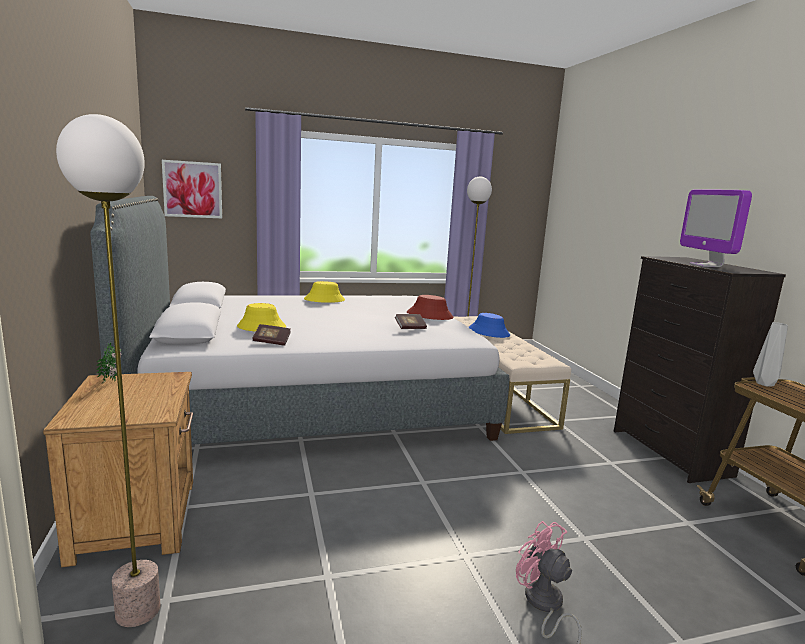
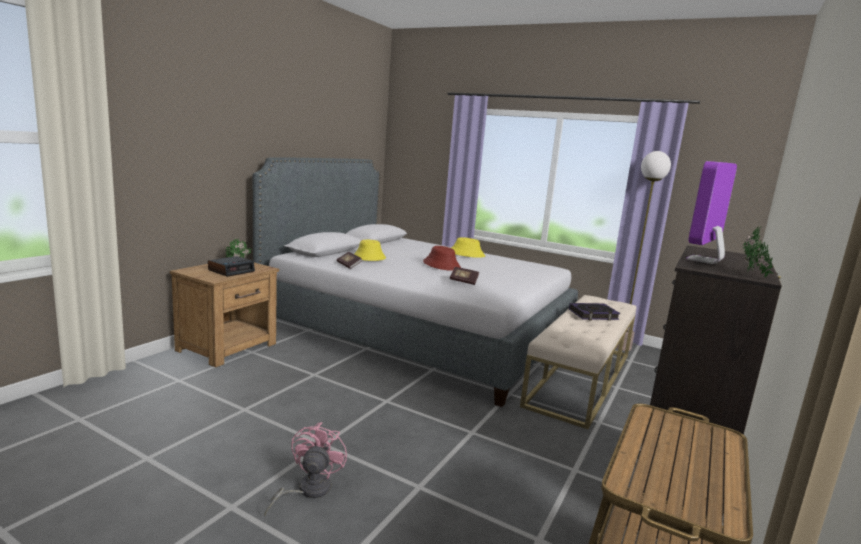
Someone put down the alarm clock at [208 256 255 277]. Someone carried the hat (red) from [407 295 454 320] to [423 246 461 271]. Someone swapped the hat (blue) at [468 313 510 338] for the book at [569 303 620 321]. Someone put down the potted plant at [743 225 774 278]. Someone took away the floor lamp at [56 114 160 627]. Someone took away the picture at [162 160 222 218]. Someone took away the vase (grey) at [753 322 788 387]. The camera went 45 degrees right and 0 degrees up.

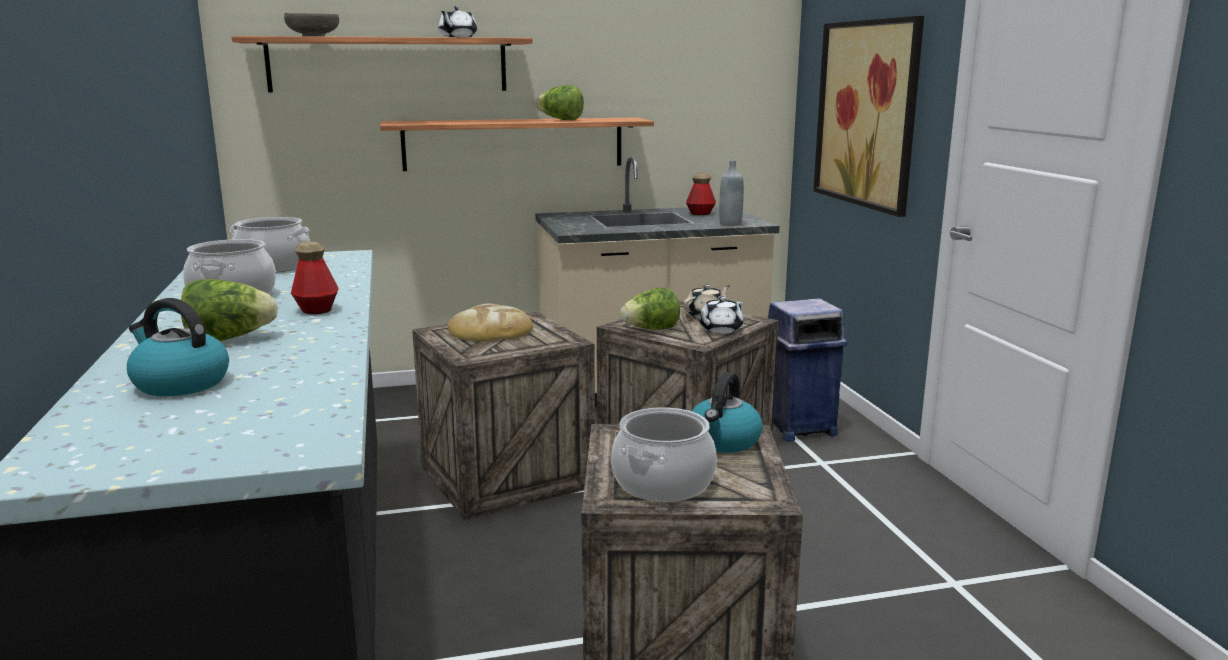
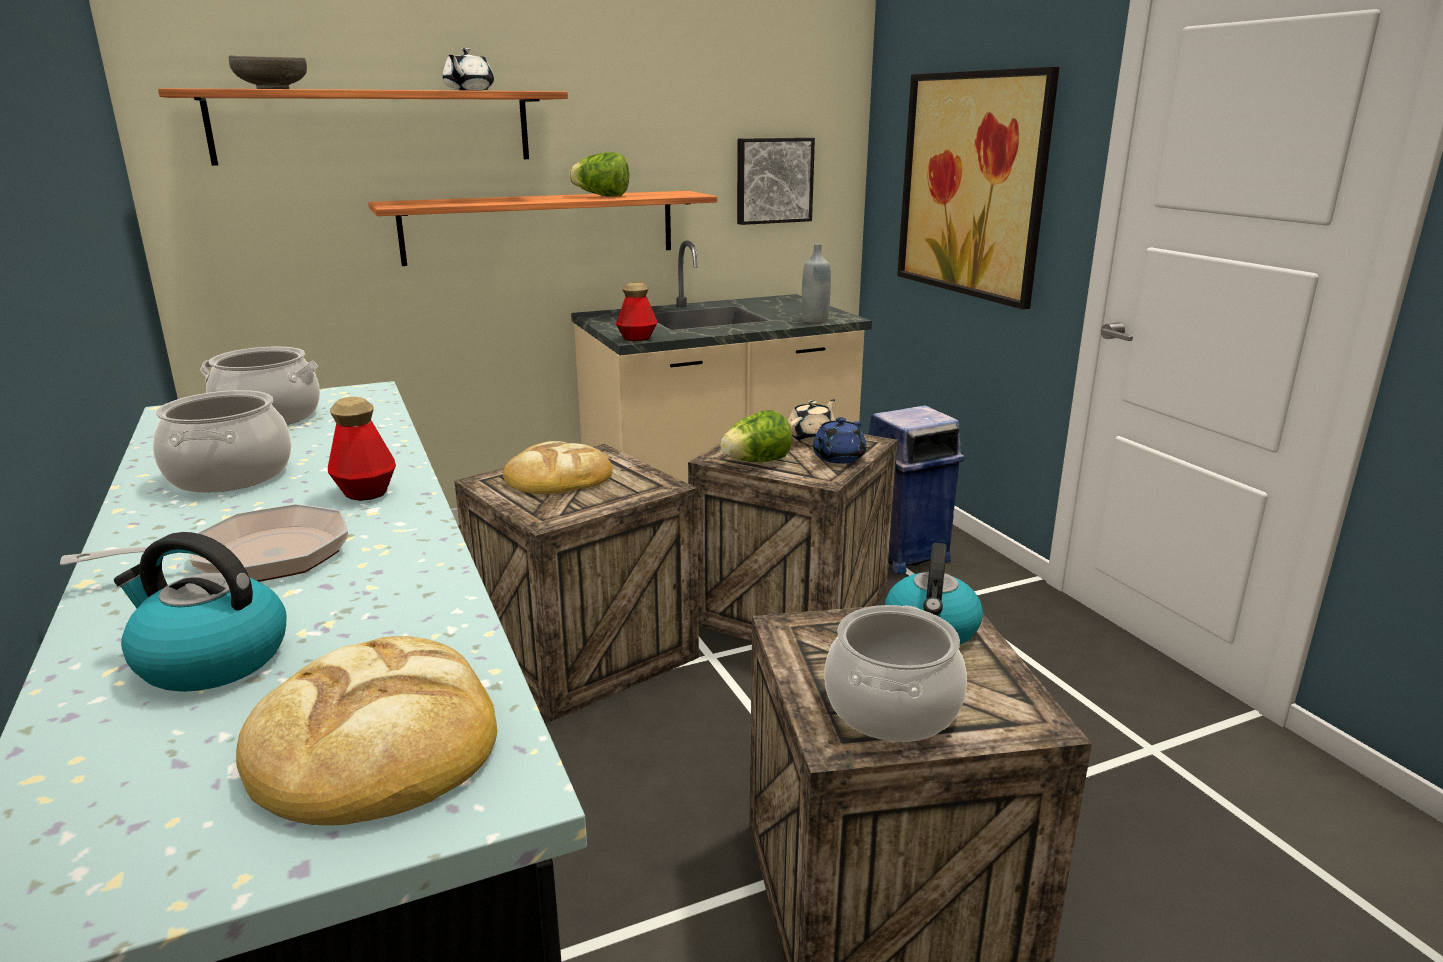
Someone swapped the lettuce at [181 279 278 341] for the frying pan at [60 504 348 582]. Someone put down the bread at [236 636 497 826]. Someone carried the bottle from [686 174 716 215] to [616 283 657 341]. Someone put up the picture at [737 138 815 225]. Someone repainted the teapot (white) at [696 296 743 334], which became the teapot (blue) at [813 417 867 464]. The camera went 10 degrees left and 5 degrees up.

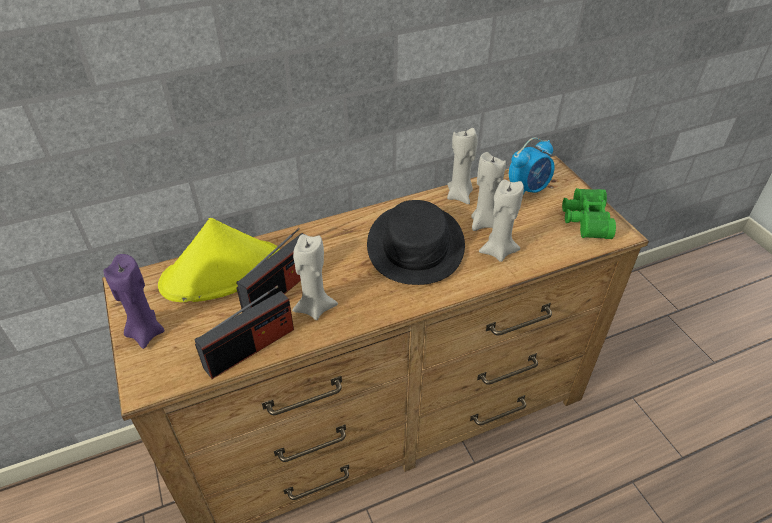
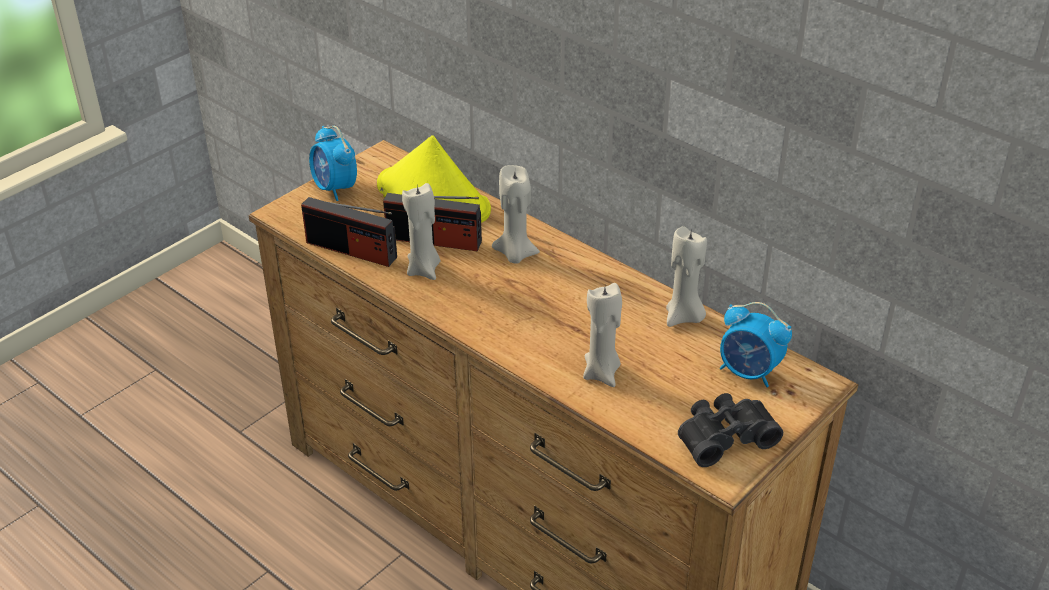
Someone swapped the candle (purple) at [104 254 165 349] for the alarm clock at [309 126 357 201]. Someone carried the candle (beige) from [471 152 506 231] to [492 165 540 264]. Someone repainted the binoculars (green) at [562 188 616 239], which became the binoculars (black) at [678 393 783 467]. Someone took away the hat (black) at [367 200 465 285]. The camera went 65 degrees right and 5 degrees down.

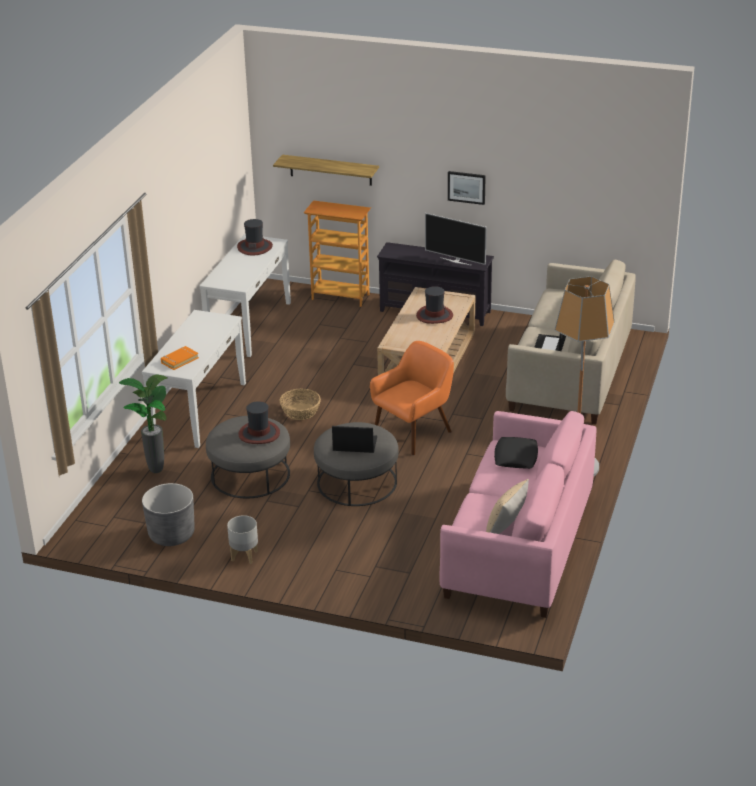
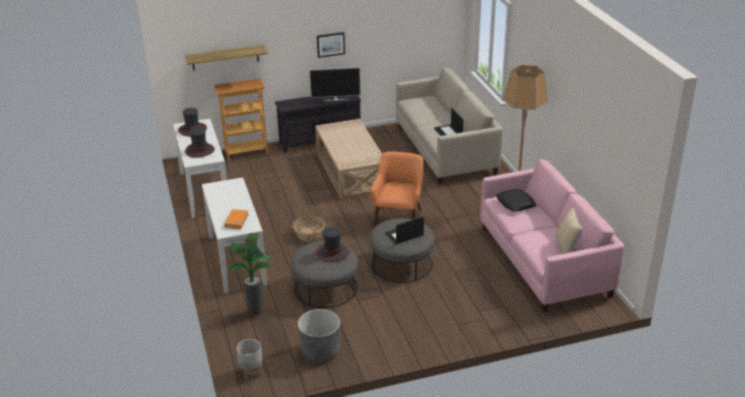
Someone carried the hat from [416 286 453 324] to [185 128 215 158]. Someone carried the planter (grey) from [227 515 258 564] to [237 339 263 380]. The camera went 35 degrees left and 0 degrees up.

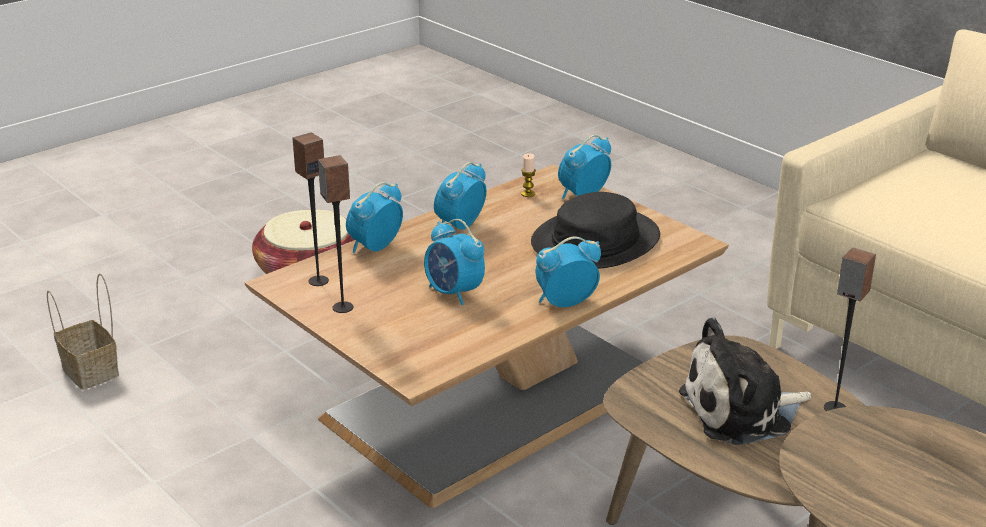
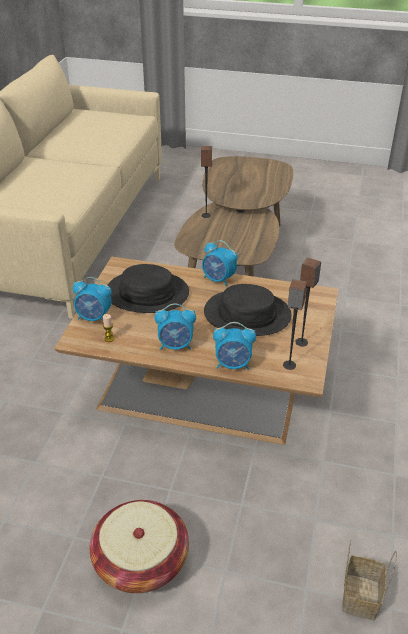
Someone swapped the alarm clock at [424 219 485 305] for the hat (black) at [204 284 291 336]. Someone took away the plush toy at [679 317 811 445]. The camera went 125 degrees left and 10 degrees up.

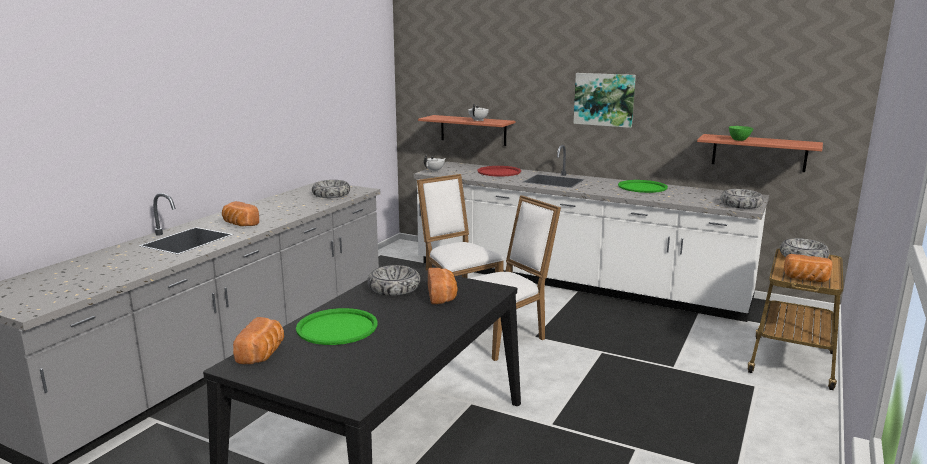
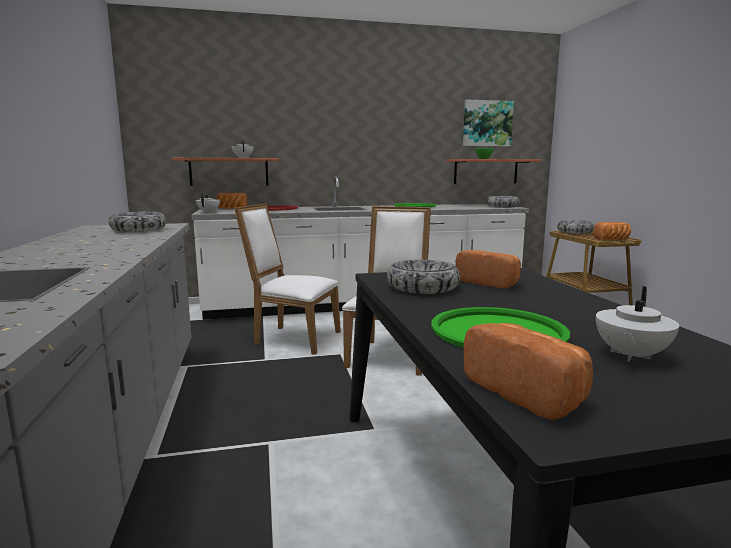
Someone carried the bread from [222 201 259 226] to [216 193 247 208]. Someone carried the picture from [573 73 636 128] to [463 99 514 146]. Someone put down the teapot (white) at [596 286 679 362]. The camera went 40 degrees left and 5 degrees down.

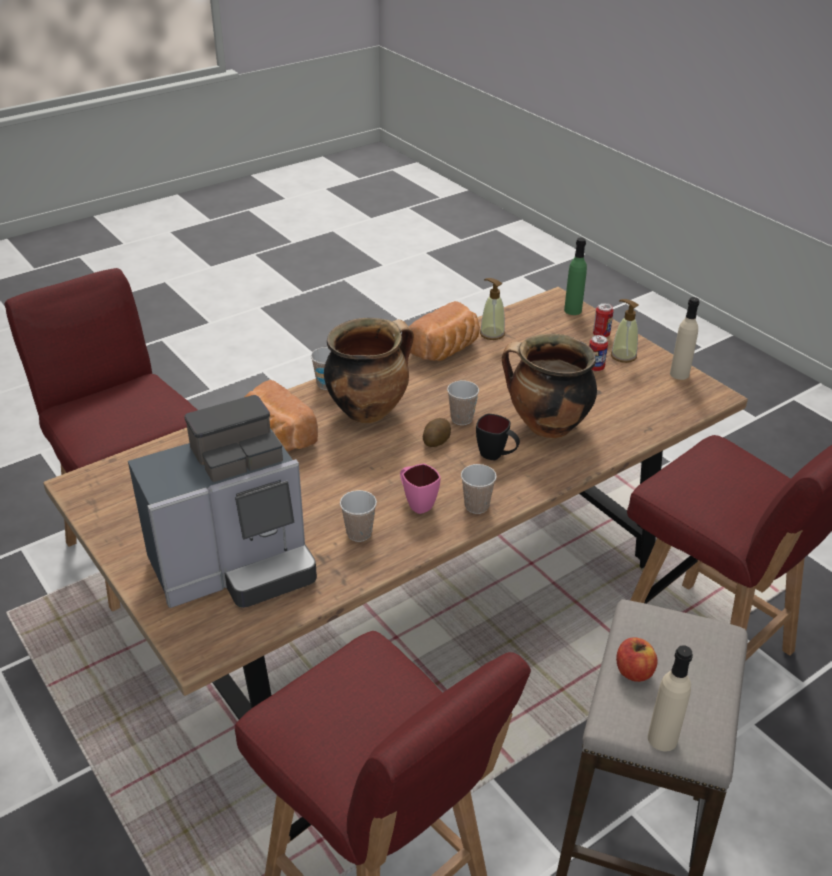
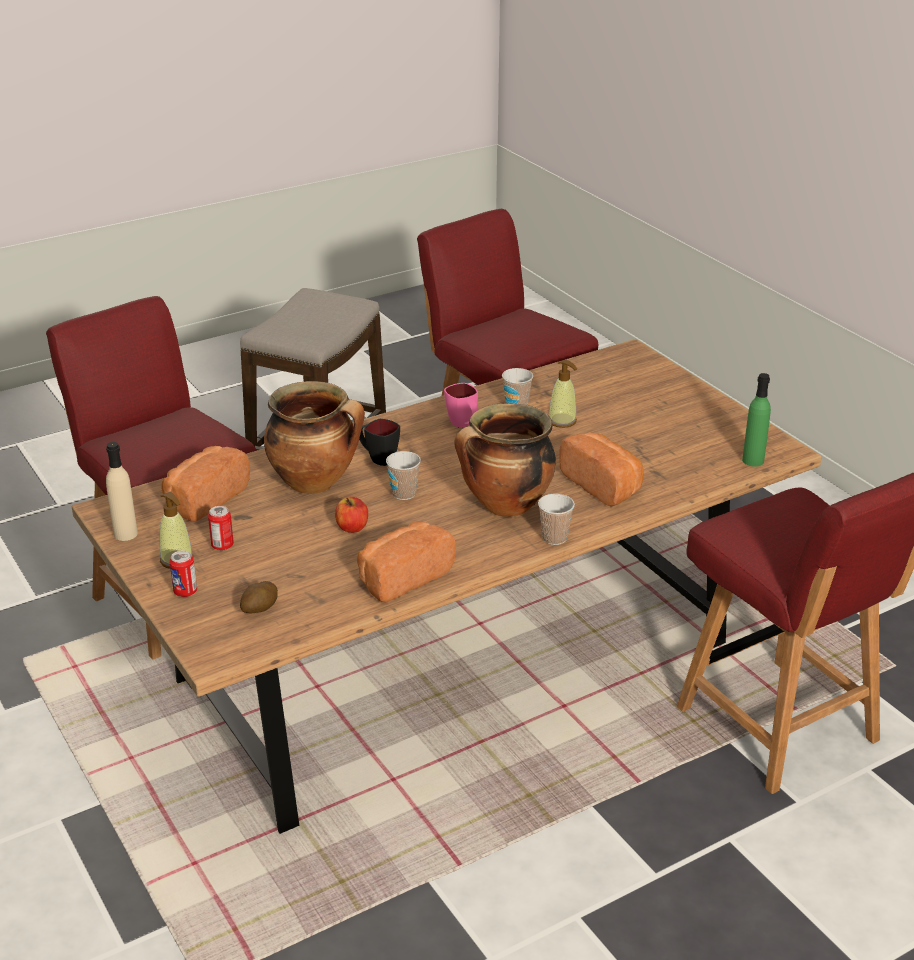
Someone put down the bread at [161 446 250 522]. Someone carried the potato from [423 418 451 447] to [240 581 278 613]. Someone carried the apple from [616 637 657 682] to [335 497 368 533]. Someone carried the soap dispenser from [480 278 505 340] to [549 360 577 428]. Someone carried the bottle (green) from [564 238 587 315] to [742 373 771 467]. Someone took away the coffee machine at [128 395 317 608]. Someone took away the cup at [461 464 497 514]. Someone took away the bottle (beige) at [648 645 693 752]. The camera went 175 degrees left and 5 degrees down.

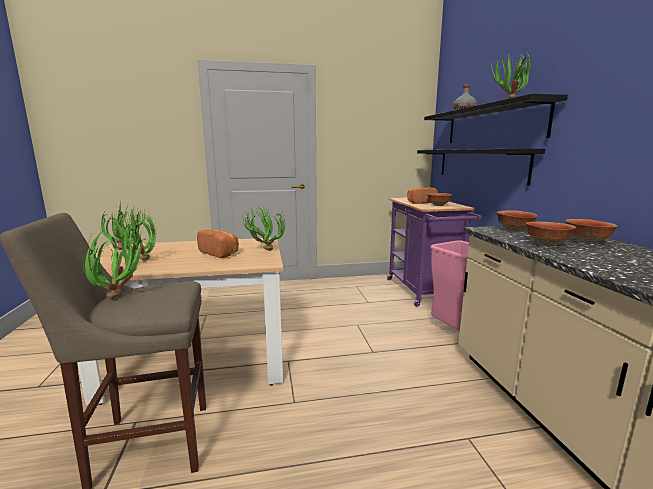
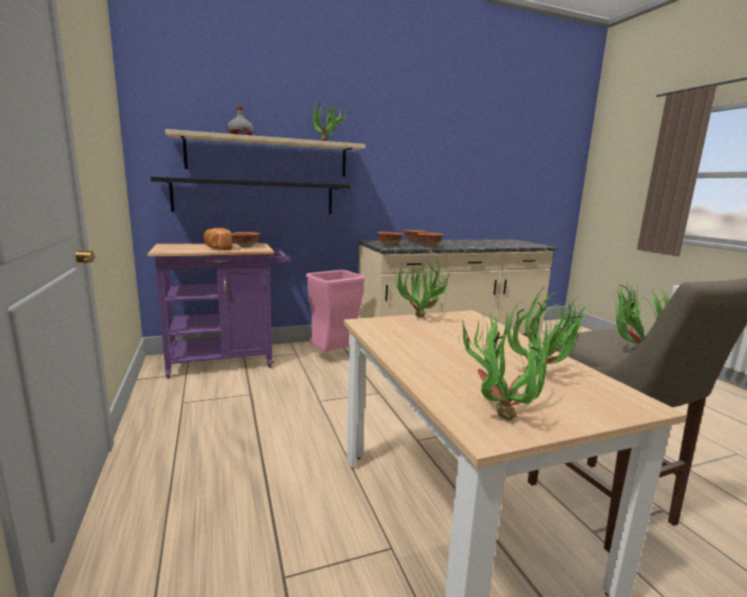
Someone repainted the shelf (black) at [424 94 568 143], which became the shelf (beige) at [165 129 365 176]. Someone took away the bread at [197 230 239 258]. The camera went 100 degrees left and 0 degrees up.

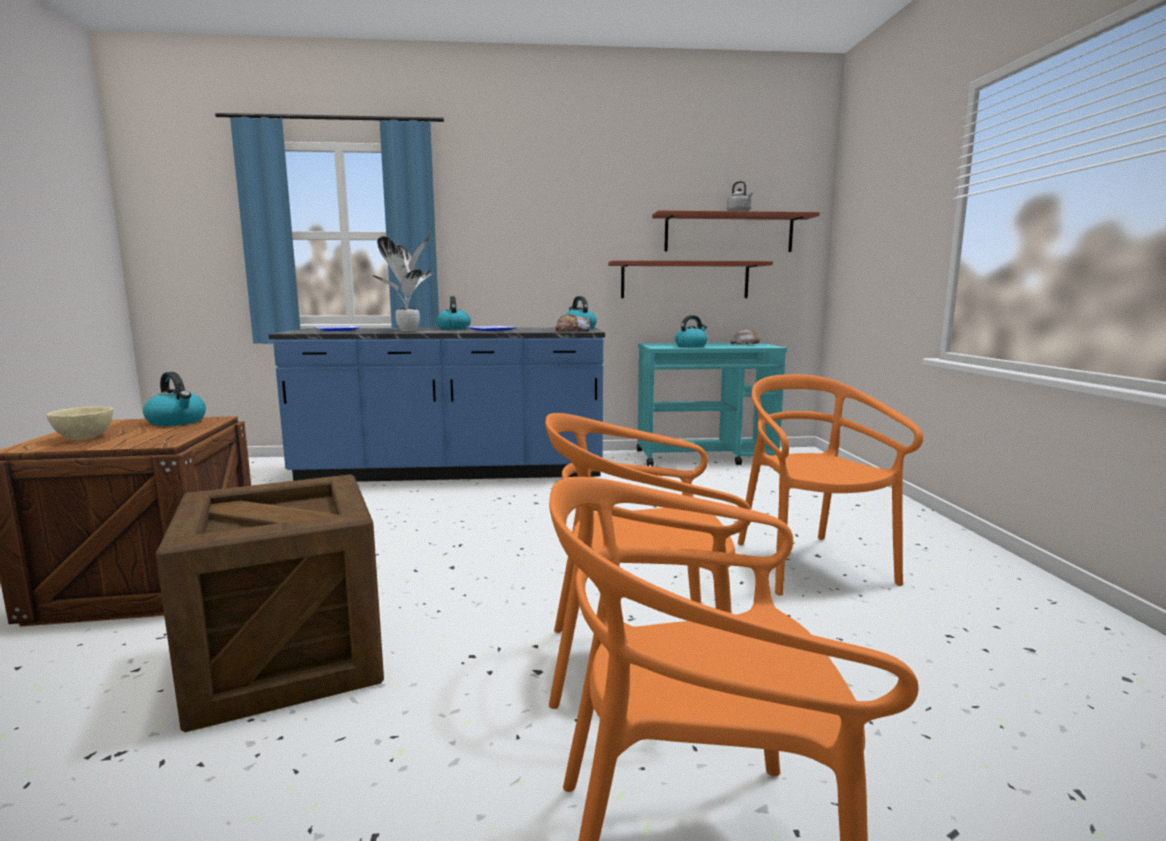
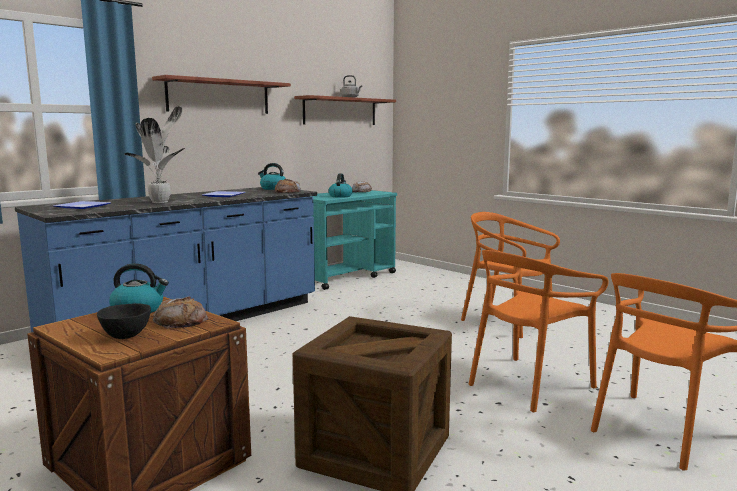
Someone repainted the bowl (beige) at [46 406 113 440], which became the bowl (black) at [97 303 151 339]. Someone carried the shelf from [608 260 773 298] to [152 75 291 114]. Someone put down the bread at [152 297 208 328]. Someone took away the kettle at [436 296 471 329]. The camera went 40 degrees left and 0 degrees up.

